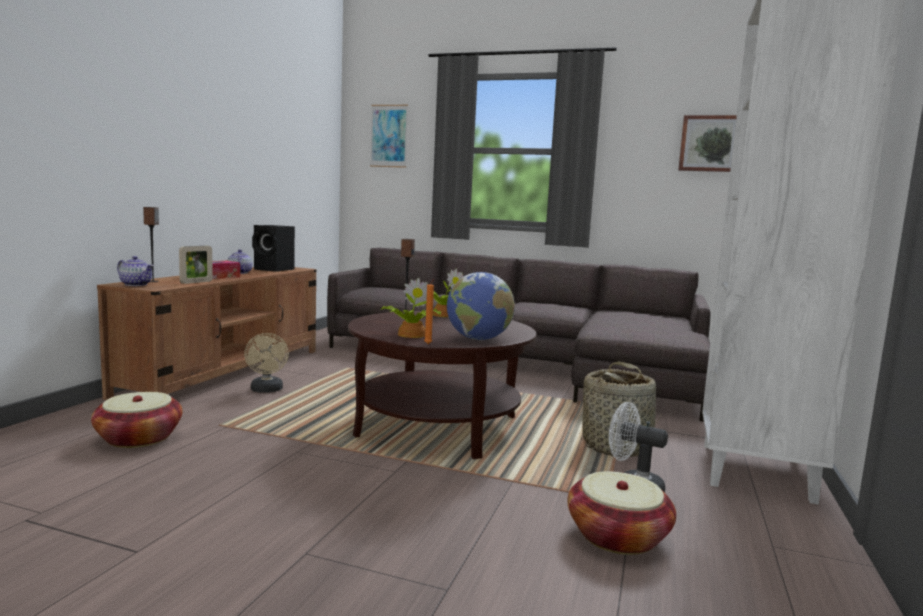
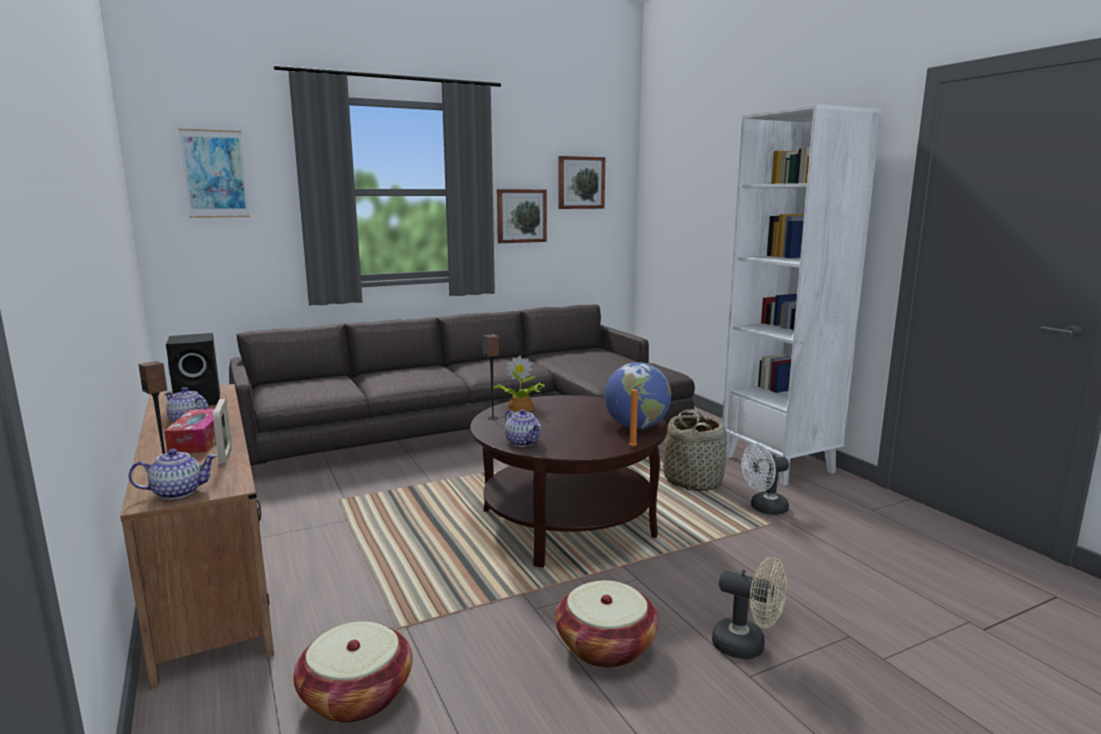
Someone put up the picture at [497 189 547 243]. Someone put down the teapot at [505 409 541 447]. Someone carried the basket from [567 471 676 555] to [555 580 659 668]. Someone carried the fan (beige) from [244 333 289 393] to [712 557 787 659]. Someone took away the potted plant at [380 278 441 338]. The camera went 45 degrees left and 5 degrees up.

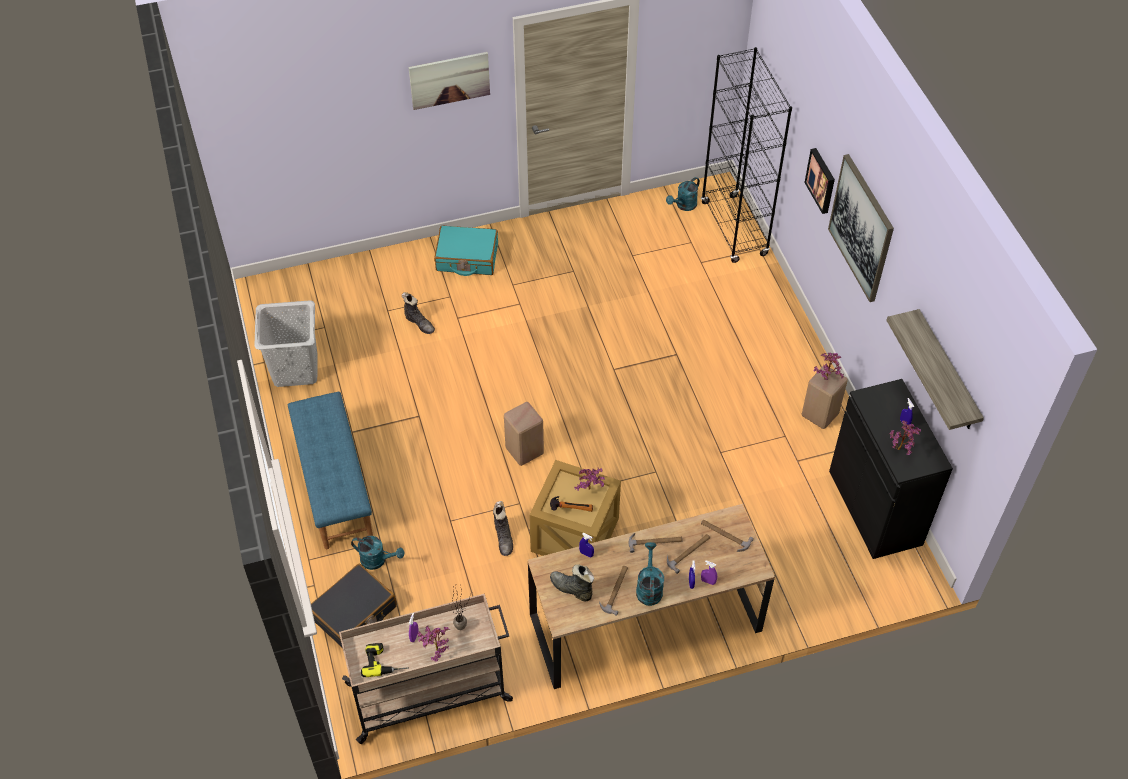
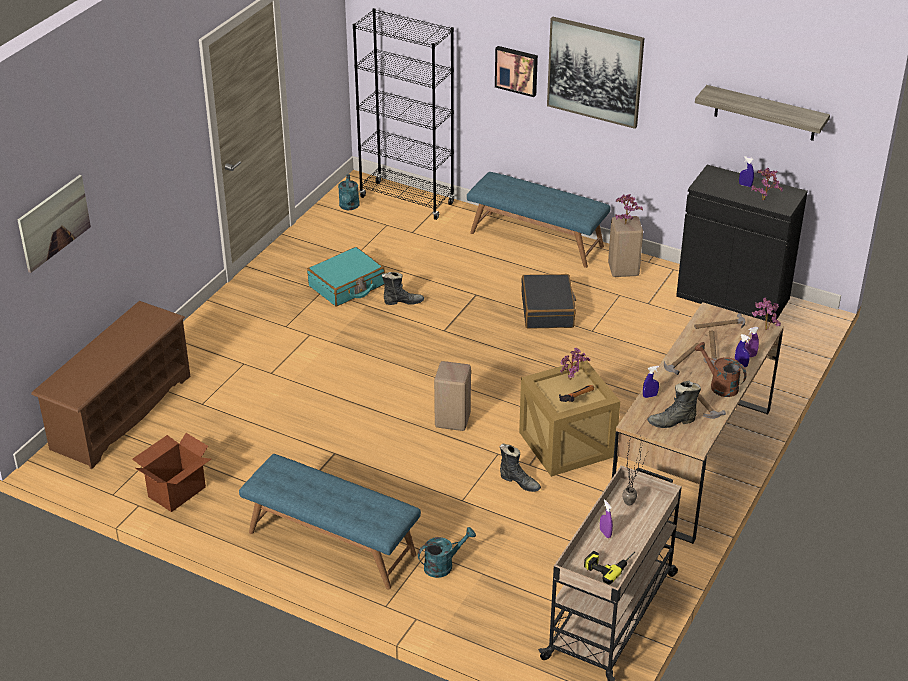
Someone carried the picture from [409 52 490 110] to [18 175 91 273]. Someone put down the shoe rack (brown) at [31 301 190 469]. Someone swapped the laundry basket (grey) at [254 300 317 387] for the cardboard box at [132 433 211 512]. Someone carried the suitcase (turquoise) from [434 225 498 276] to [307 247 385 306]. Someone carried the boot (black) from [402 292 435 334] to [382 272 424 305]. Someone put down the bench (blue) at [467 172 610 268]. Someone carried the suitcase (black) from [311 564 397 647] to [521 274 576 328]. Someone repainted the watering can (turquoise) at [636 542 664 606], which became the watering can (brown) at [695 342 747 397]. Someone carried the potted plant from [418 626 450 662] to [752 298 781 330]. The camera went 45 degrees left and 15 degrees down.

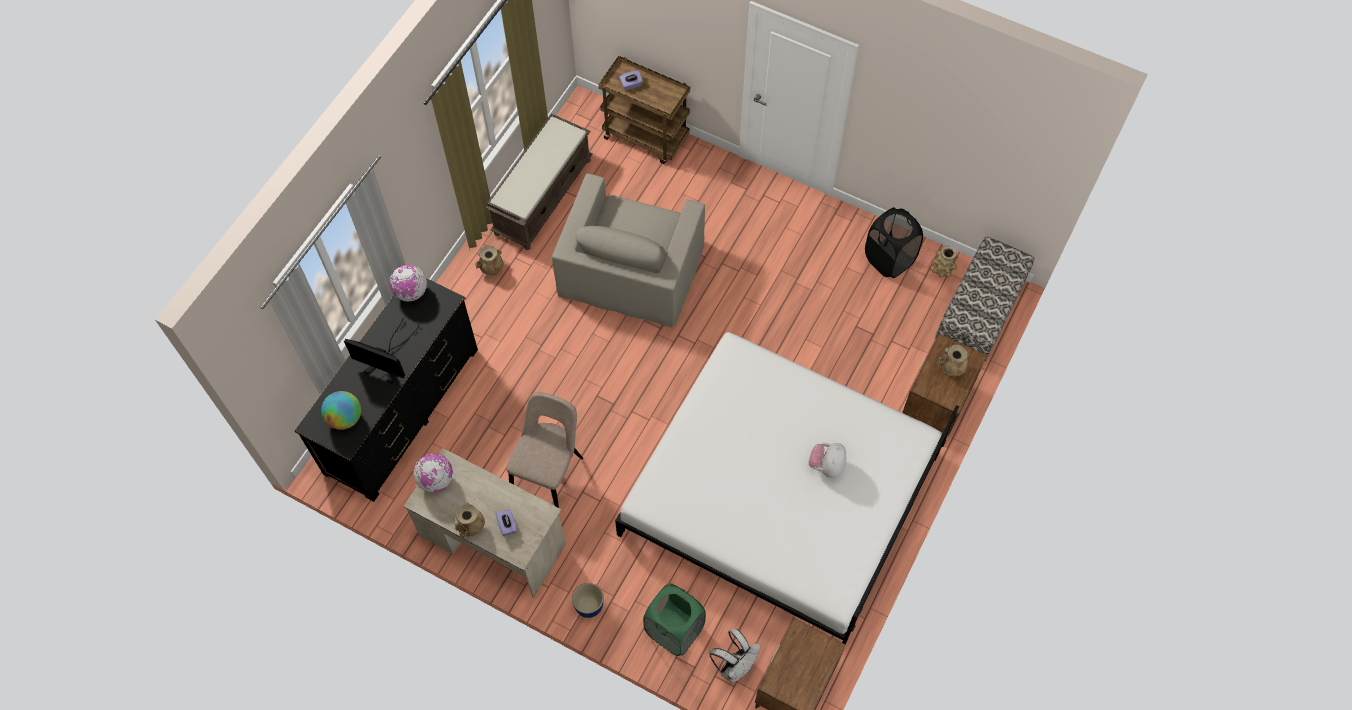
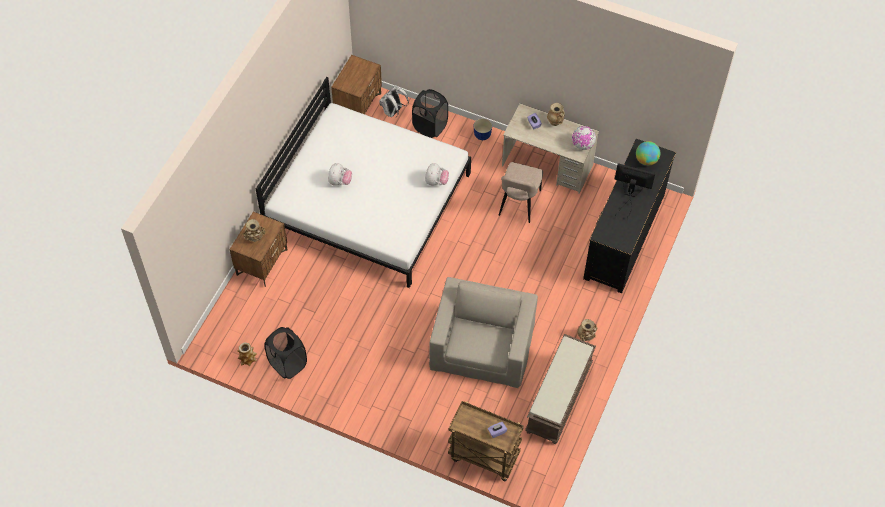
Someone repainted the laundry basket (green) at [643 584 706 656], which became the laundry basket (black) at [412 89 448 138]. Someone put down the plush toy at [425 163 449 186]. Someone took away the globe at [389 265 427 302]. Someone took away the bench at [935 236 1034 362]. The camera went 175 degrees right and 5 degrees down.

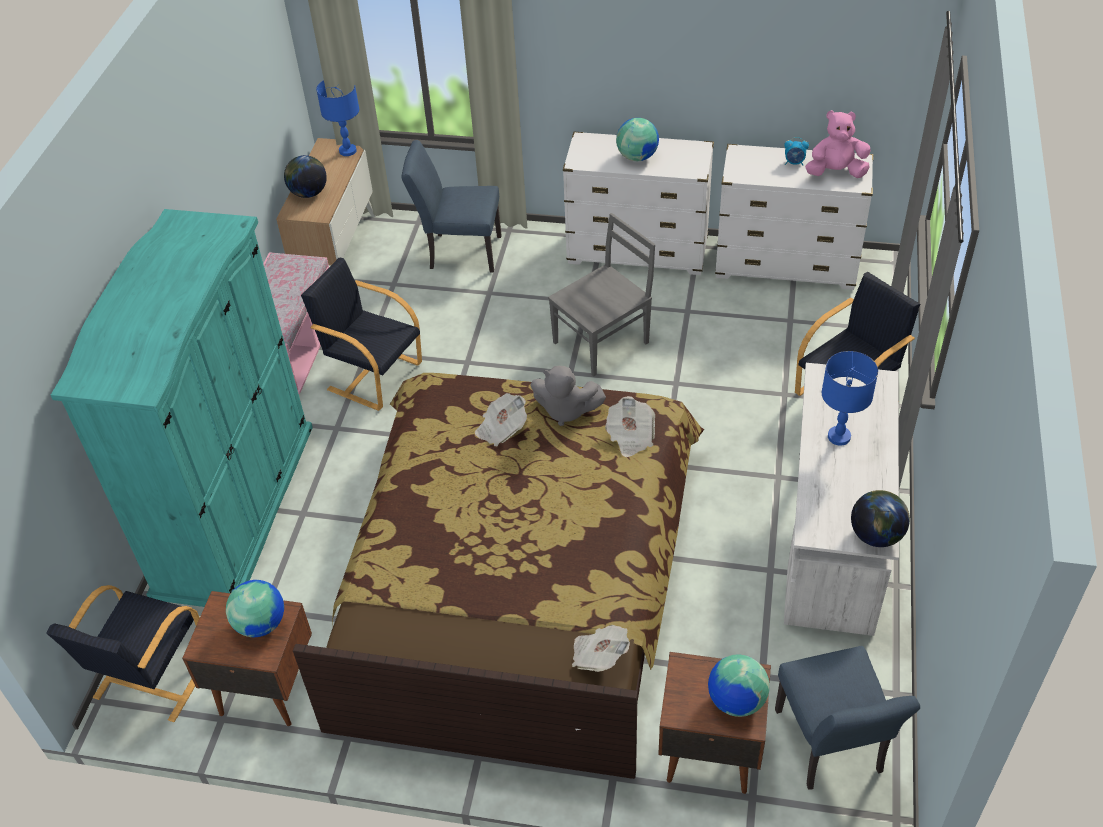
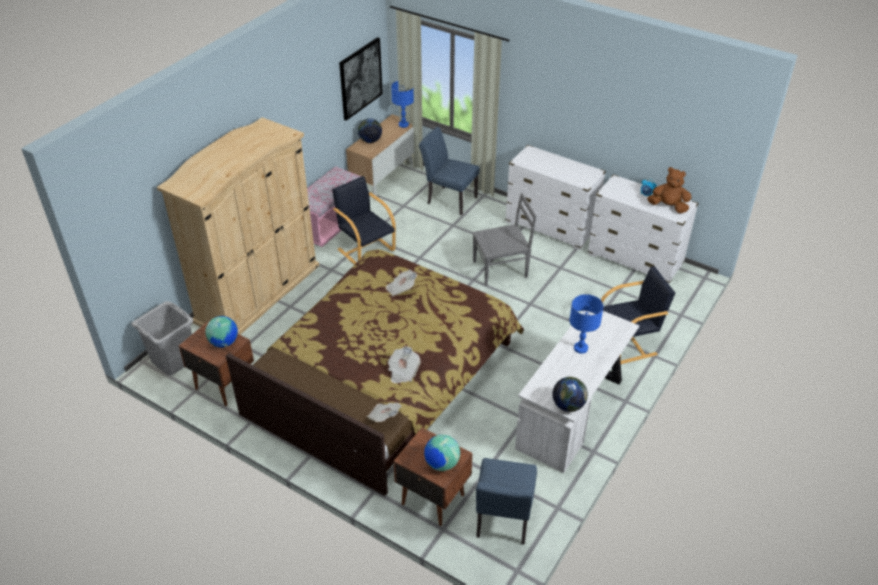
Someone swapped the armchair (black) at [46 585 200 722] for the laundry basket (grey) at [131 301 193 376]. Someone repainted the wardrobe (turquoise) at [51 209 313 607], which became the wardrobe (beige) at [157 117 319 335]. Someone put up the picture at [339 37 383 121]. Someone carried the newspaper from [605 396 655 457] to [388 346 421 383]. Someone repainted the plush toy (pink) at [805 110 871 178], which became the plush toy (brown) at [647 167 692 213]. Someone took away the plush toy (grey) at [530 366 606 426]. Someone took away the globe at [616 118 659 161]. The camera went 20 degrees right and 5 degrees down.

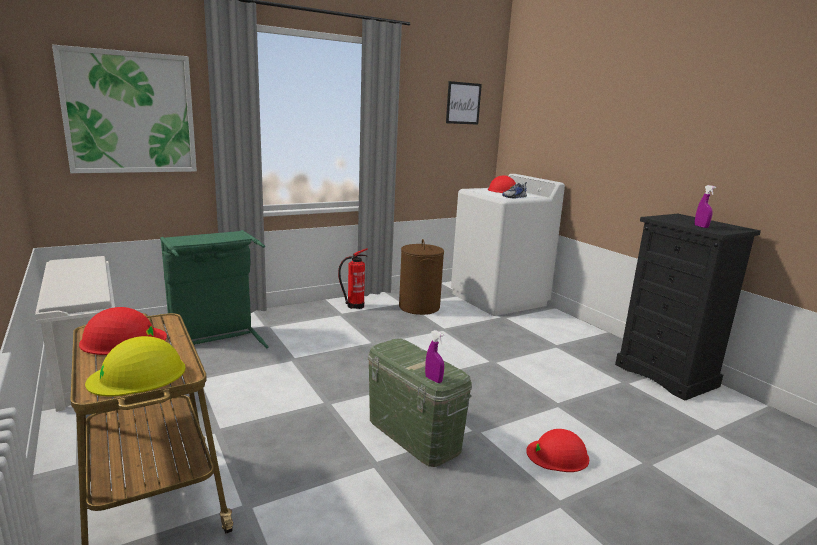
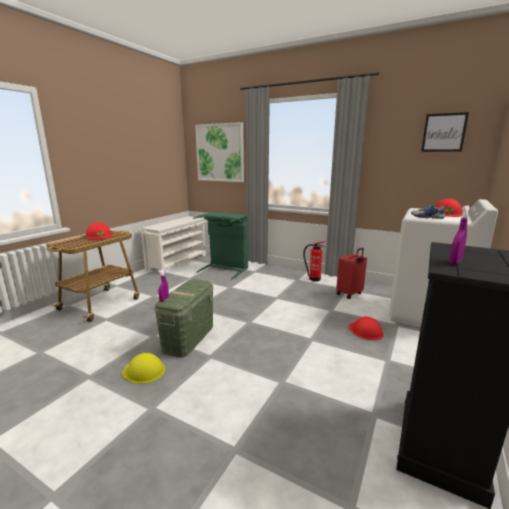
Someone carried the hard hat (yellow) from [85 336 186 396] to [122 353 165 384]. Someone swapped the laundry basket (brown) at [399 239 444 315] for the suitcase (red) at [336 248 367 299]. Someone carried the hard hat (red) from [526 429 589 472] to [349 317 384 340]. The camera went 60 degrees right and 0 degrees up.

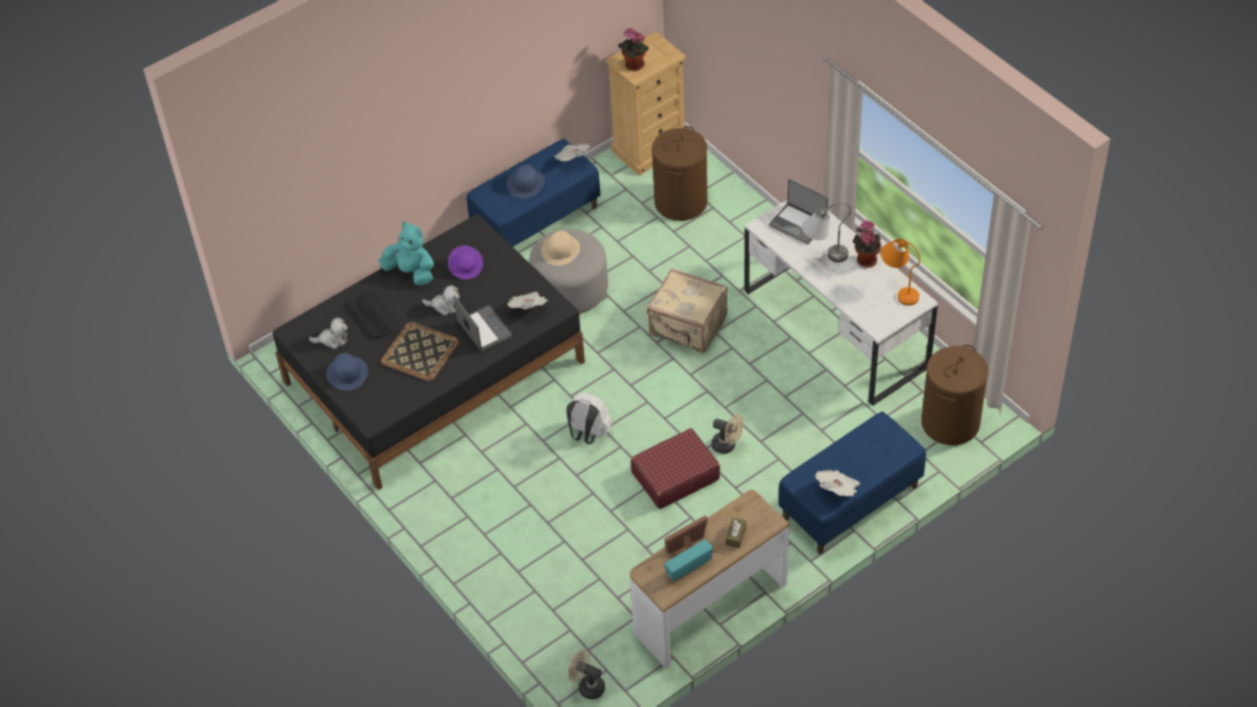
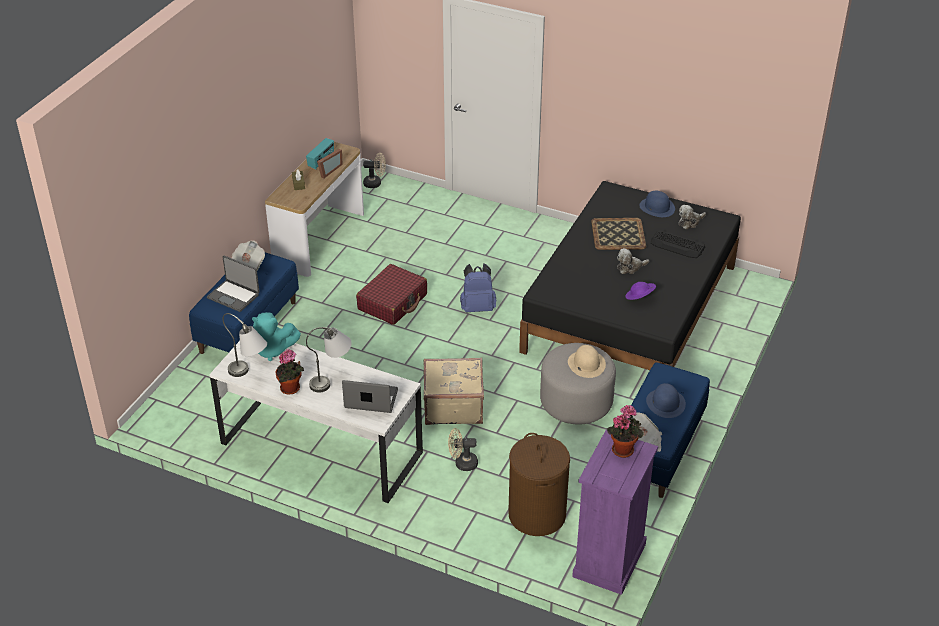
Someone carried the laptop from [454 297 512 351] to [207 255 260 312]. Someone repainted the table lamp (orange) at [881 238 920 306], which became the table lamp (grey) at [223 313 267 377]. Someone carried the plush toy (turquoise) from [379 221 434 286] to [252 312 301 361]. Someone carried the fan (beige) from [711 414 744 454] to [448 428 478 471]. Someone repainted the backpack (white) at [566 393 612 444], which became the backpack (blue) at [460 263 496 312]. Someone repainted the dresser (beige) at [605 32 686 176], which became the dresser (purple) at [572 430 658 595]. Someone took away the newspaper at [507 292 548 309]. Someone took away the laundry basket (brown) at [921 344 989 445]. The camera went 150 degrees right and 10 degrees down.

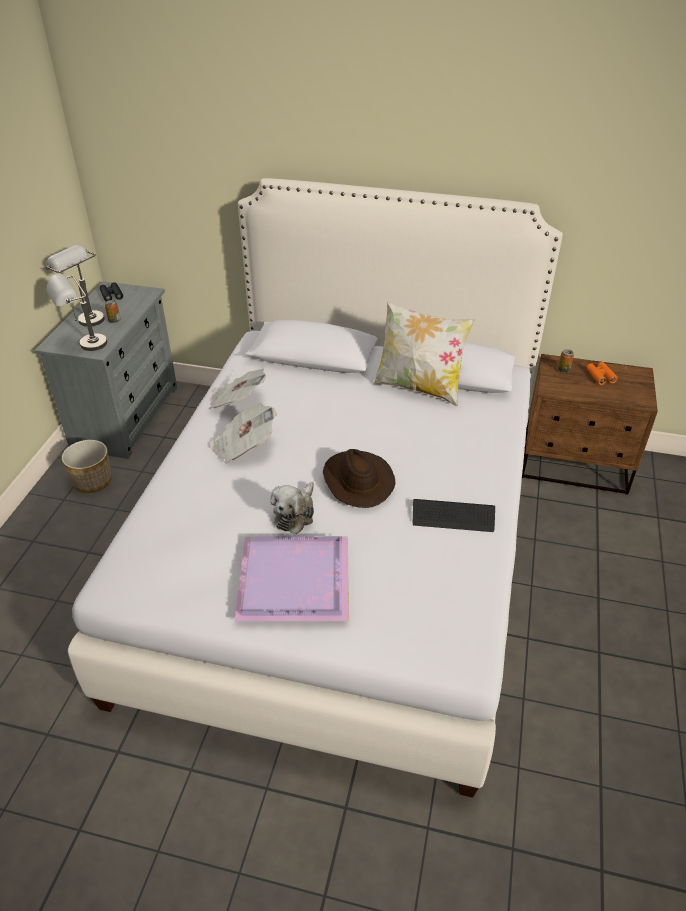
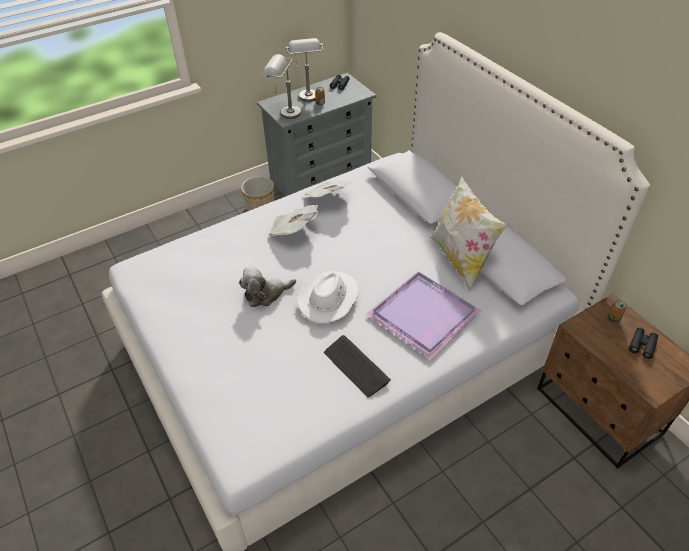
Someone repainted the hat (brown) at [323 449 396 508], which became the hat (white) at [297 271 359 323]. Someone carried the tray (purple) from [234 536 349 622] to [367 271 481 359]. Someone repainted the binoculars (orange) at [587 362 618 385], which became the binoculars (black) at [629 327 658 359]. The camera went 45 degrees right and 5 degrees up.

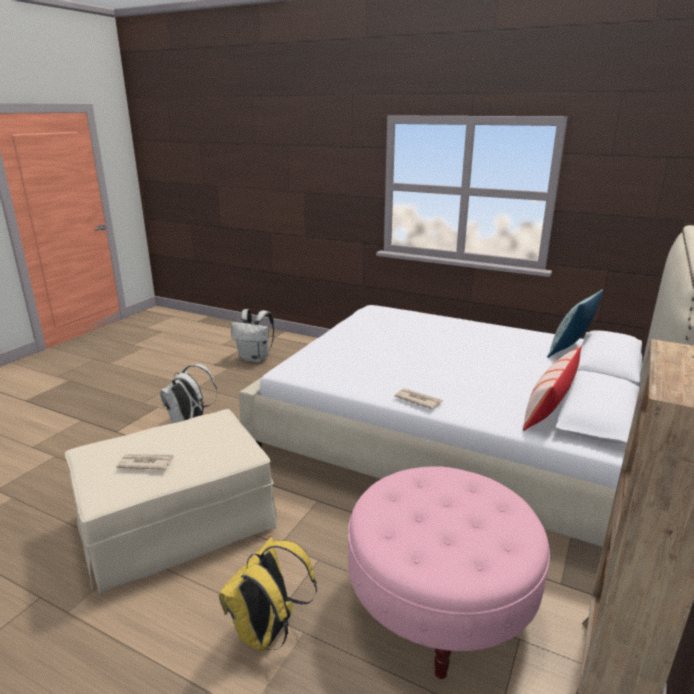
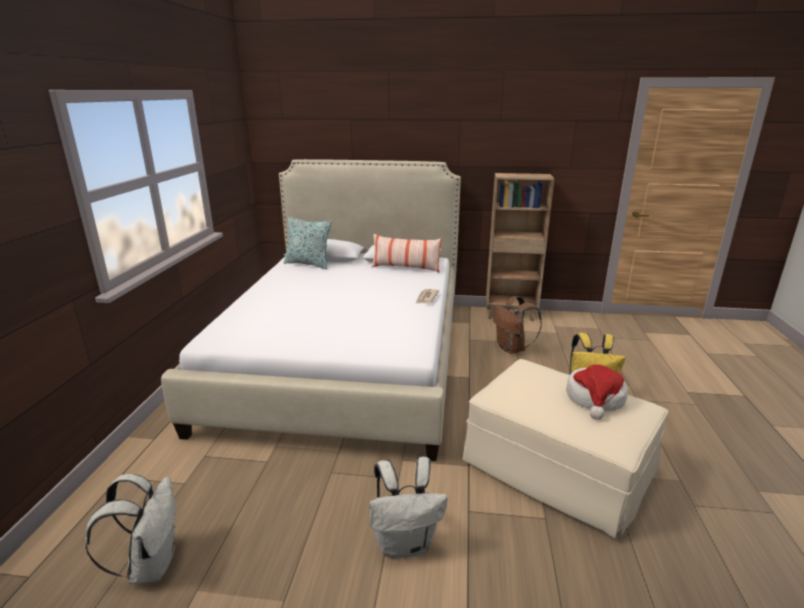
Someone swapped the ottoman (pink) at [348 466 550 679] for the backpack (brown) at [493 296 542 354]. Someone swapped the newspaper at [116 454 174 470] for the hat at [566 364 628 420]. The camera went 110 degrees left and 0 degrees up.

